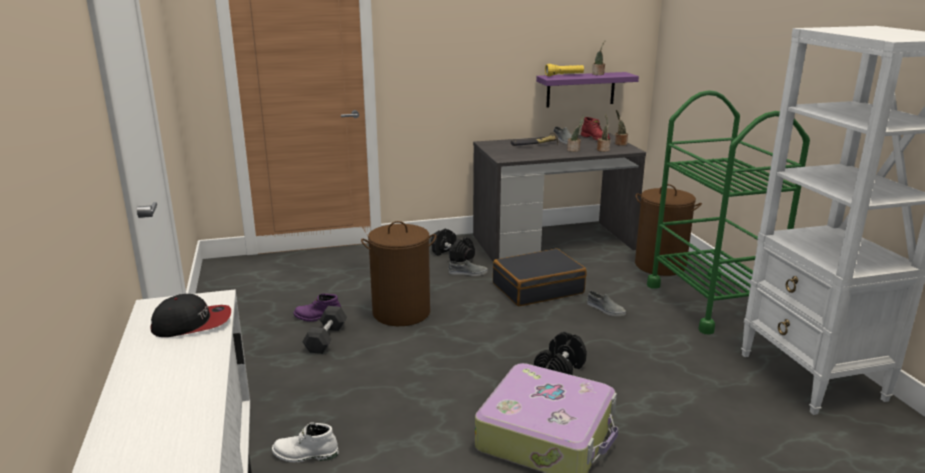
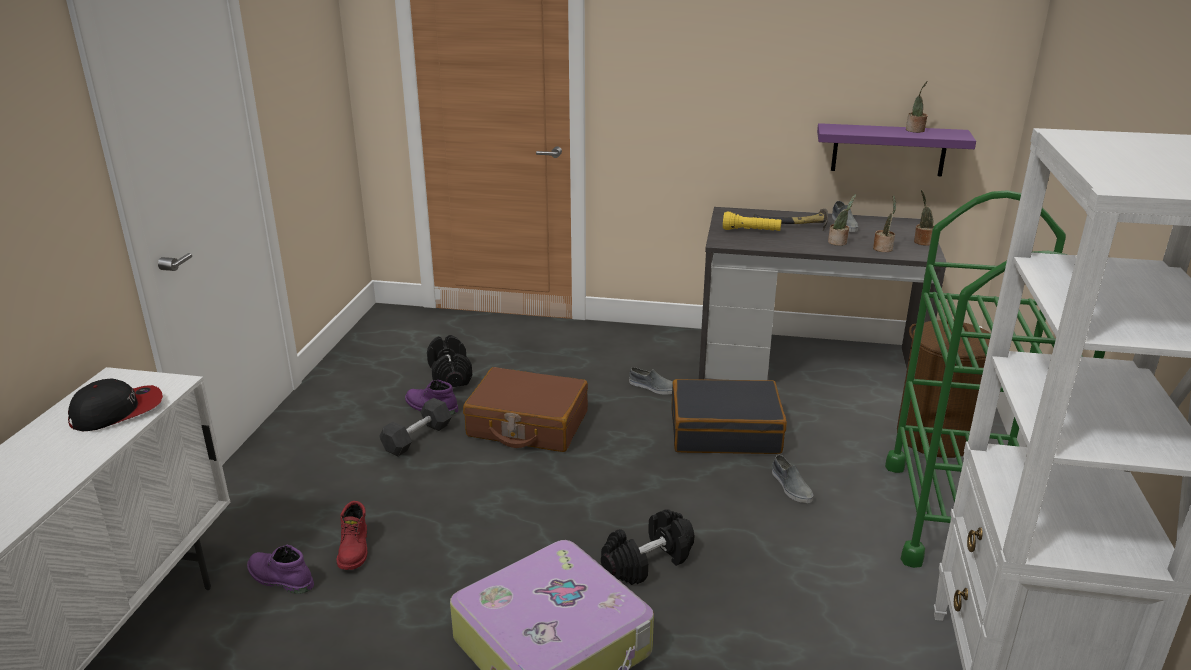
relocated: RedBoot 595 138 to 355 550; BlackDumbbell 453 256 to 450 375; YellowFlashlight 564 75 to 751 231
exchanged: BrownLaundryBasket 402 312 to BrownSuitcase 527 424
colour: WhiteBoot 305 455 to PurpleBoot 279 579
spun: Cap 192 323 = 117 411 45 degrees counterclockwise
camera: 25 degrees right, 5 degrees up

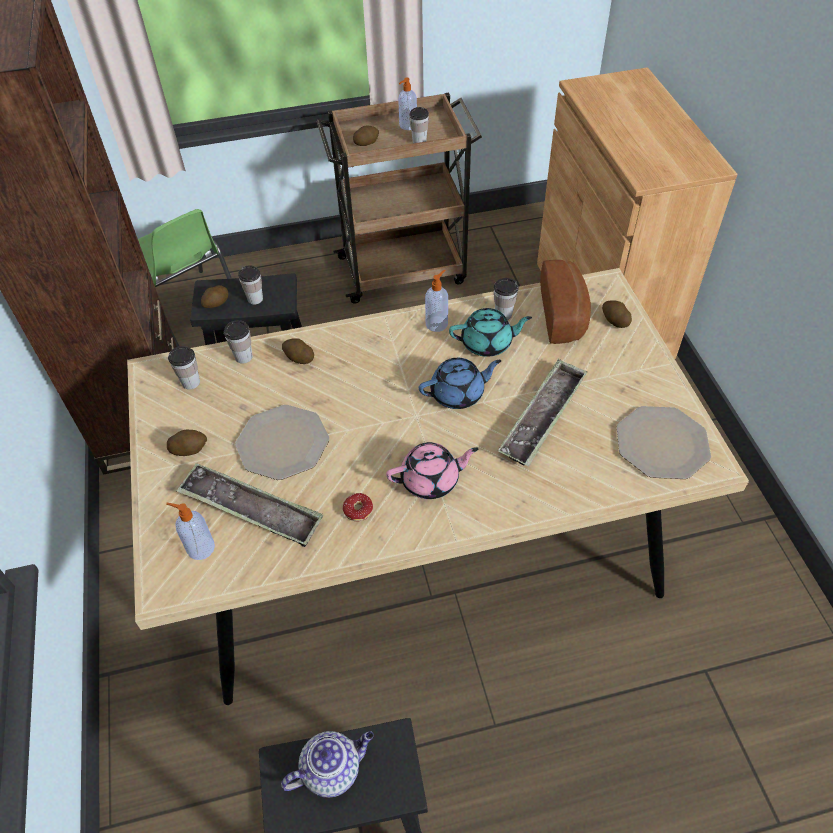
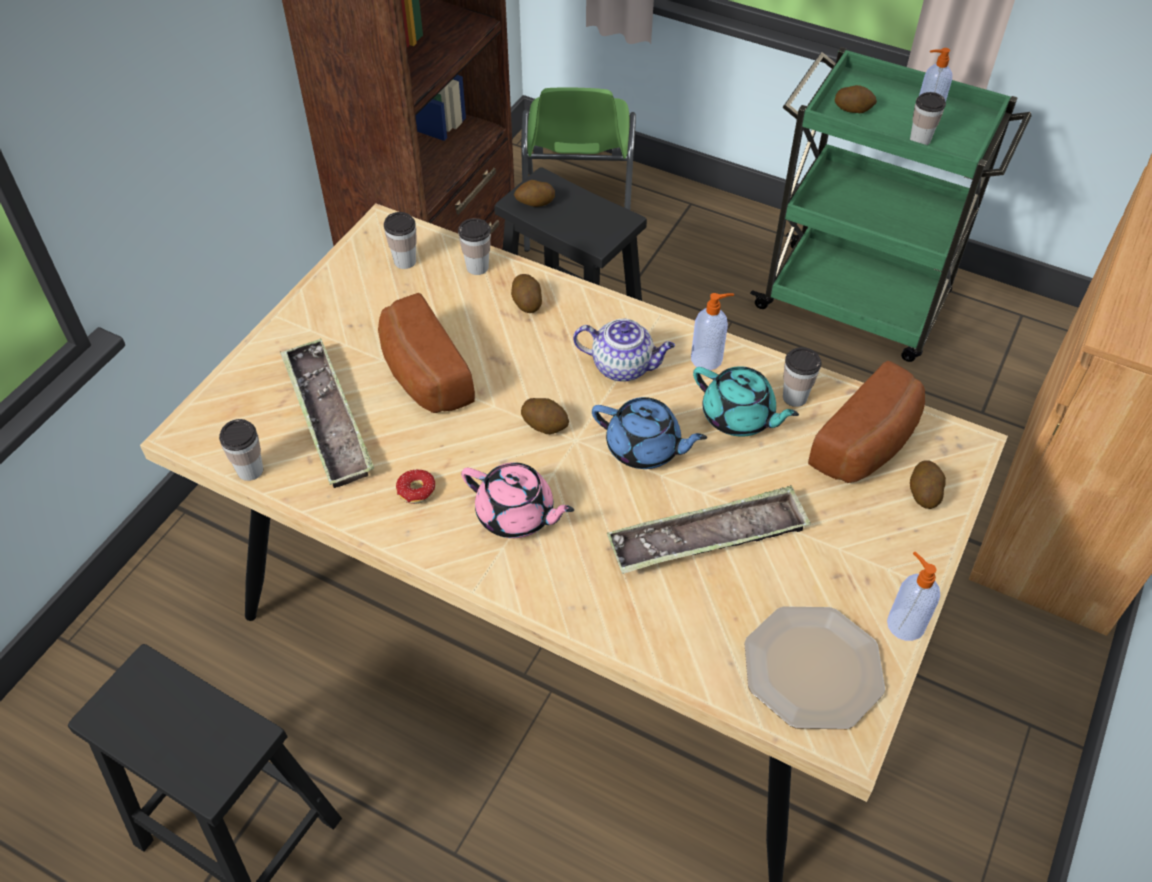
relocated: Cup 255 299 to 250 470; Potato 189 449 to 545 424; Teapot 332 769 to 623 366; SoapDispenser 200 548 to 904 623
exchanged: Plate 282 442 to Bread 421 375
colour: BrownCart 404 269 to GreenCart 856 303
camera: 40 degrees right, 0 degrees up

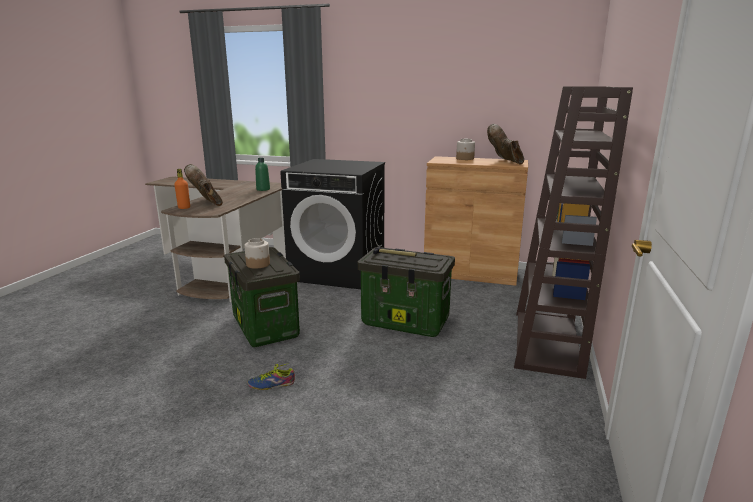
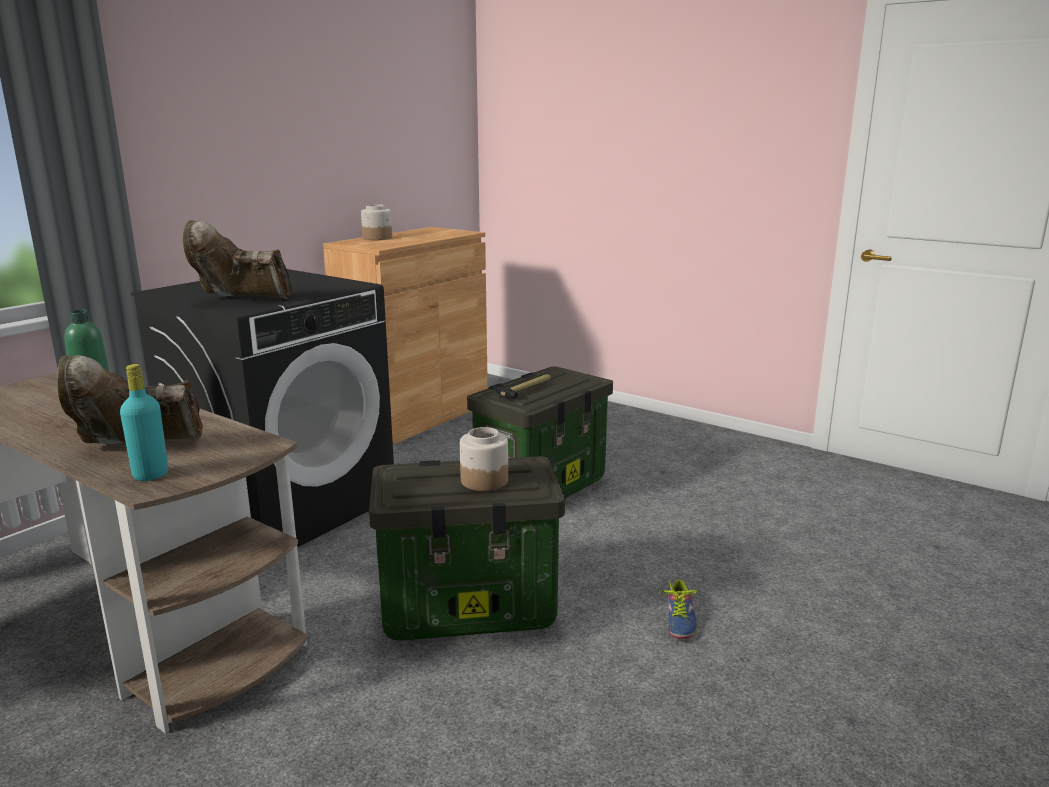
missing: BrownBookcase 548 343
relocated: BrownBoot 505 161 to 241 301
colour: OrangeBottle 184 208 to TurquoiseBottle 151 475
camera: 70 degrees left, 0 degrees up

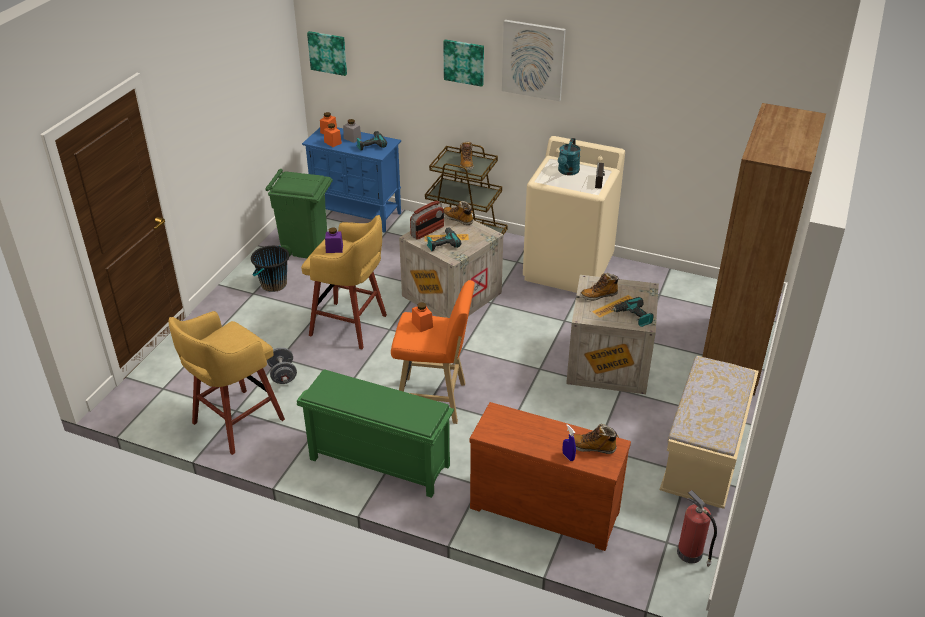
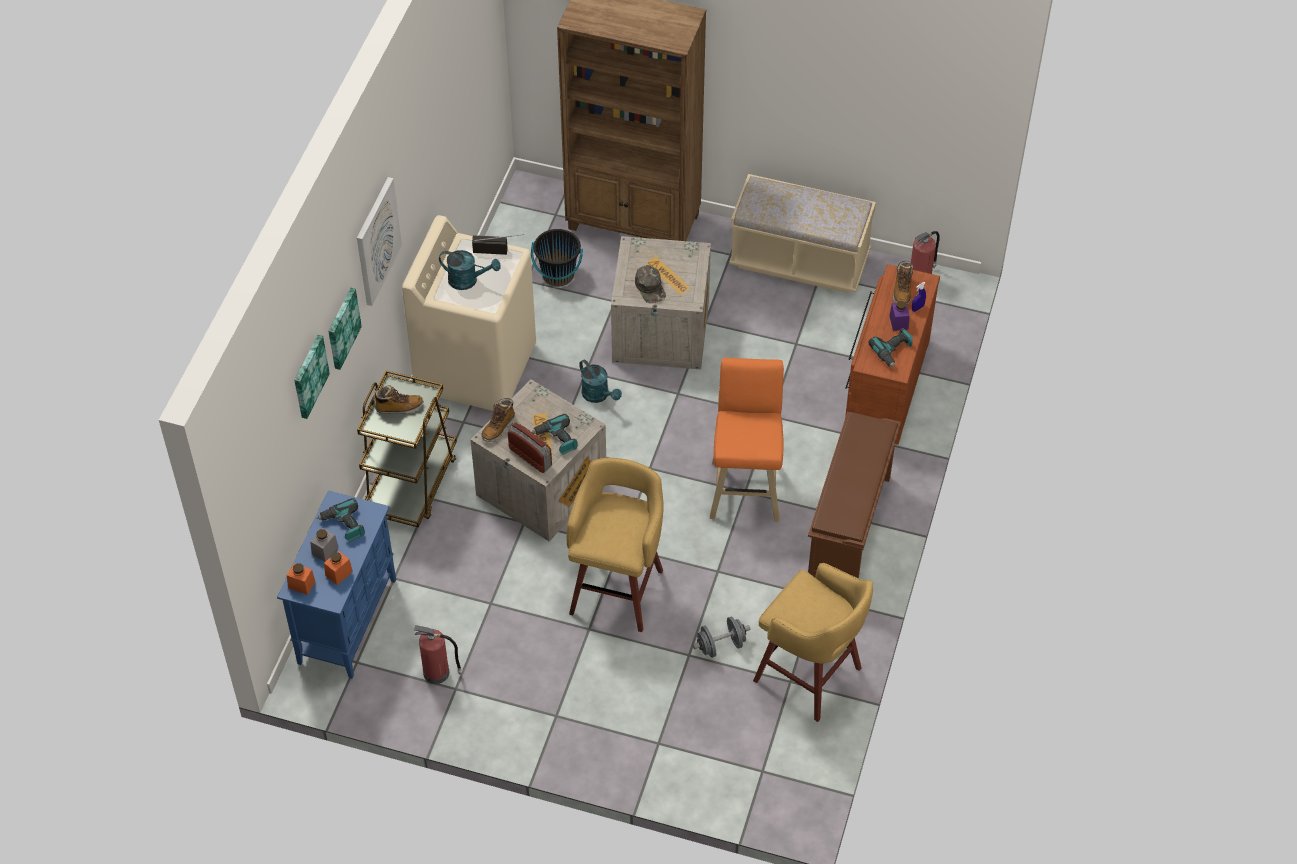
missing: OrangeJar 422 325
appeared: TurquoiseWateringCan 598 395
relocated: Picture 328 52 to 309 376; BlackBucket 273 284 to 558 275; PowerDrill 633 316 to 893 351; PurpleJar 334 249 to 898 322
exchanged: GreenTrashCan 306 247 to FireExtinguisher 438 673; Boot 599 295 to GreenCap 650 287
colour: GreenShoeRack 378 462 to BrownShoeRack 849 529
camera: 95 degrees left, 15 degrees up

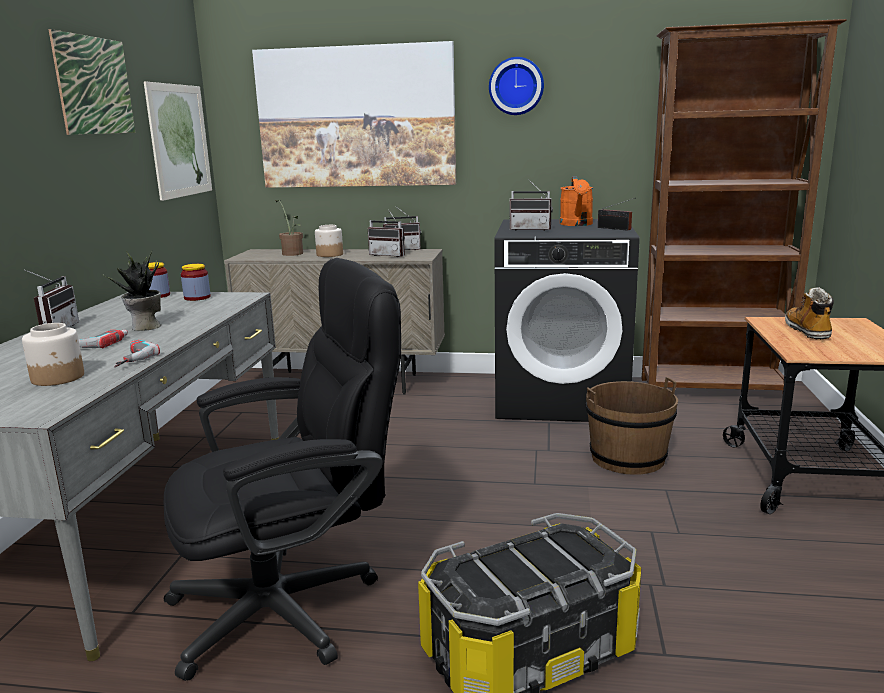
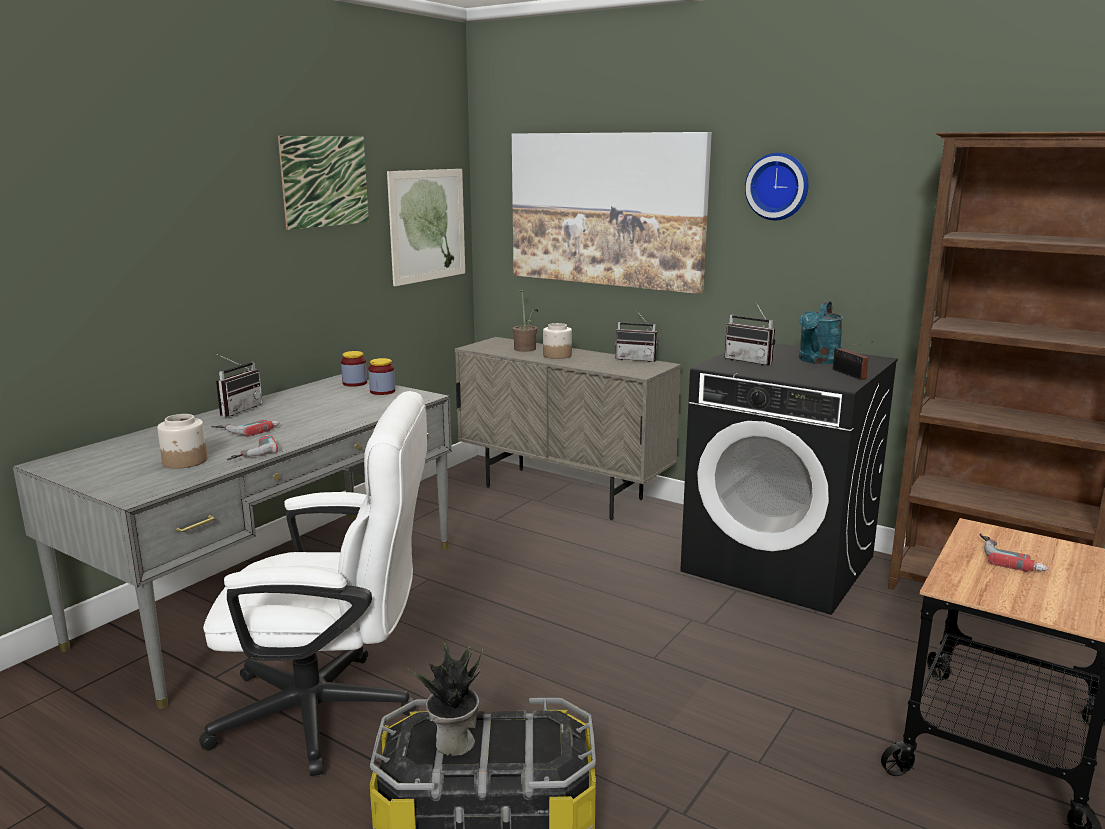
missing: Radio 389 255; BrownBucket 627 458
relocated: PottedPlant 145 327 to 453 743
exchanged: Boot 807 331 to PowerDrill 1011 557
colour: BlackOfficeChair 294 605 to WhiteOfficeChair 332 712; OrangeWateringCan 577 224 to TurquoiseWateringCan 817 361
camera: 25 degrees right, 0 degrees up

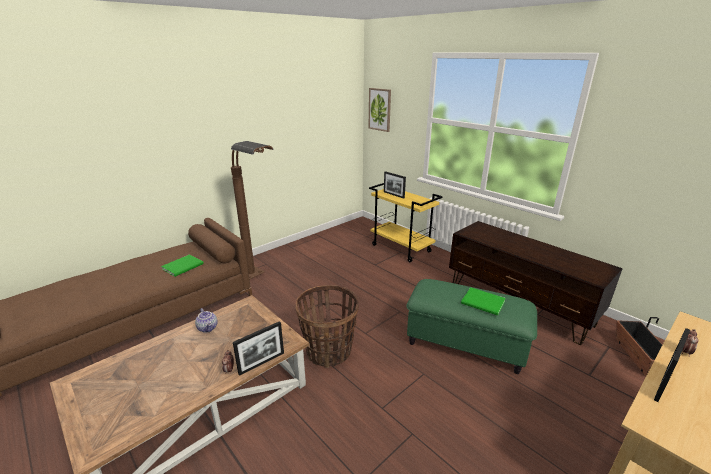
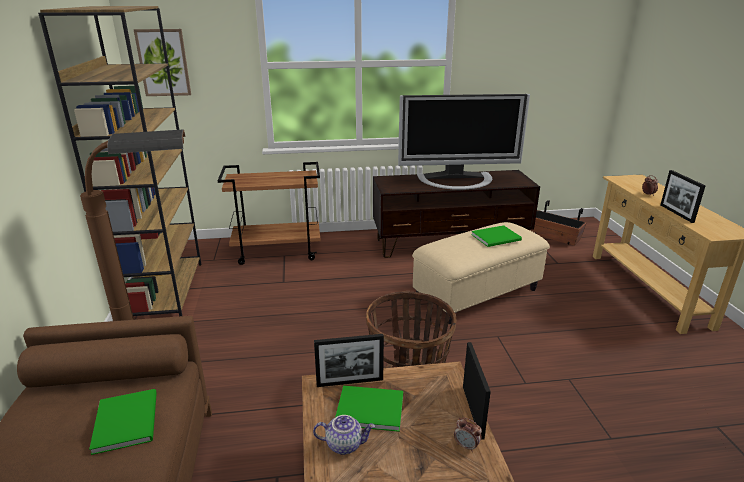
appeared: BrownBookcase 163 291; GreenBook 368 408; Television 457 180
relocated: PictureFrame 393 195 to 350 382
colour: YellowCart 401 248 to BrownCart 278 252; GreenOttoman 464 344 to BeigeOttoman 477 295
camera: 55 degrees left, 0 degrees up

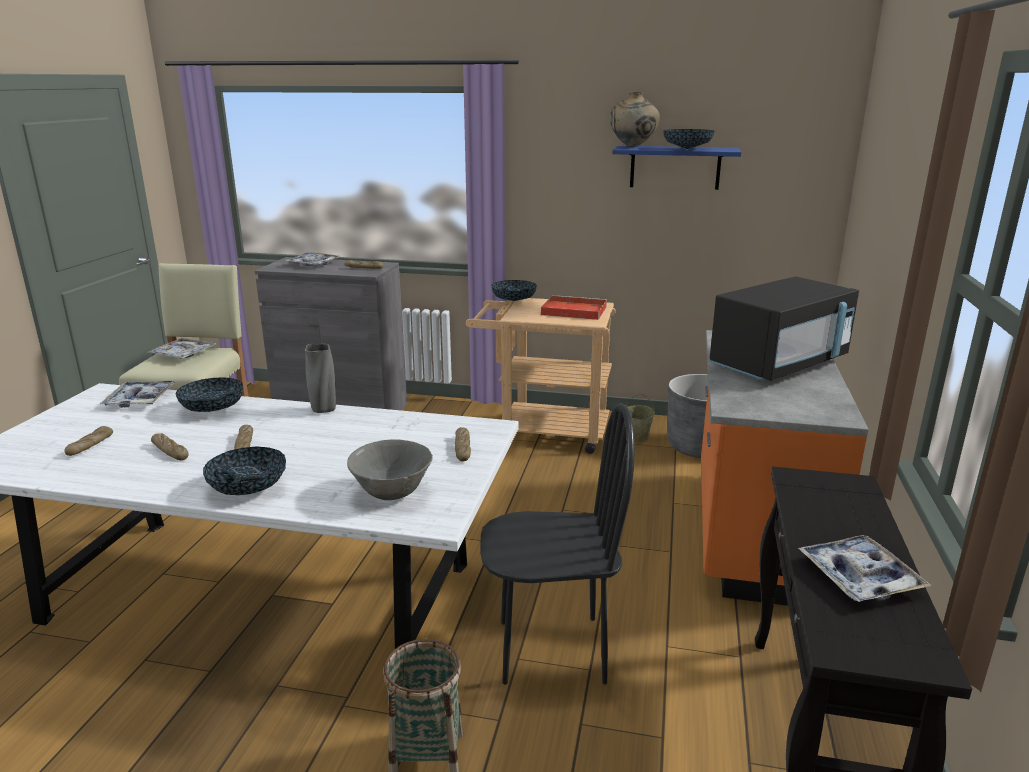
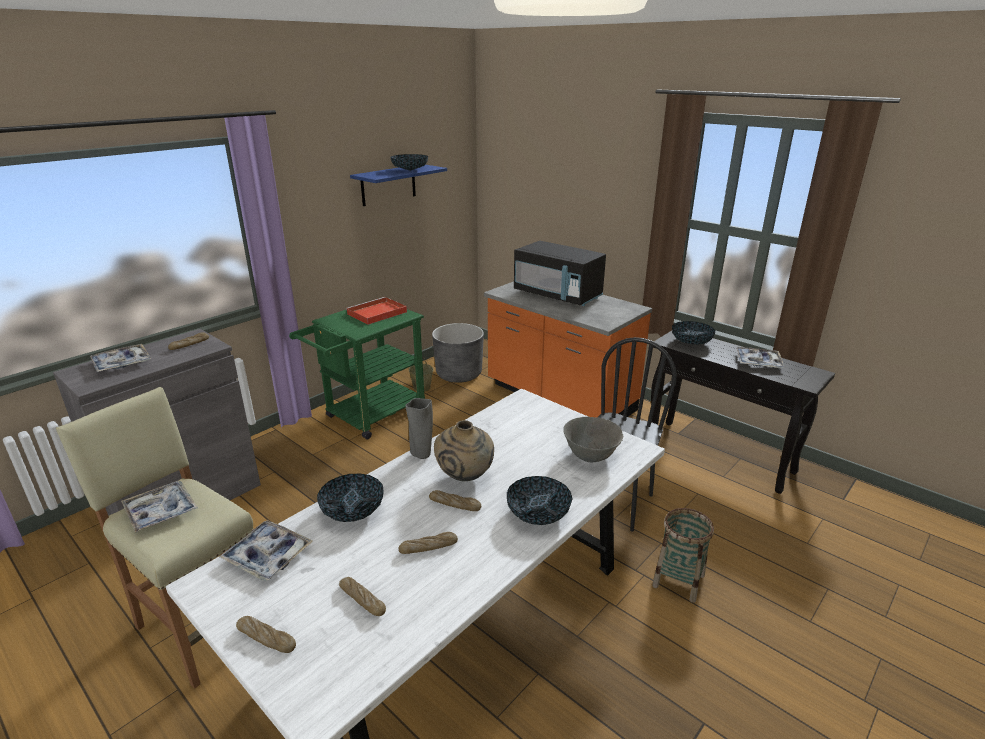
relocated: Bread 462 448 to 266 638; BeigeVase 633 147 to 465 477; Bowl 514 301 to 691 342
colour: BeigeCart 543 431 to GreenCart 369 417
spun: BlackMicrowave 779 364 = 557 295 135 degrees clockwise
camera: 60 degrees left, 5 degrees up

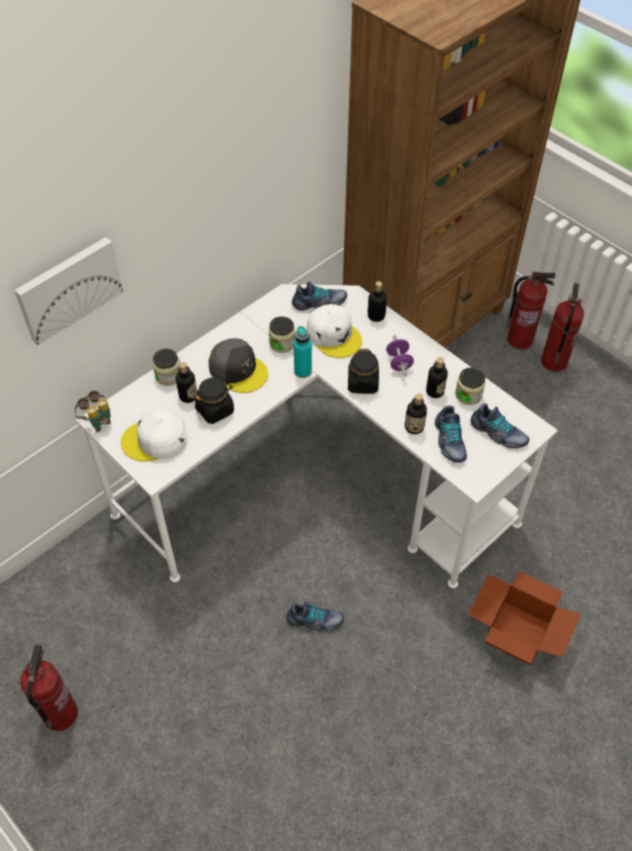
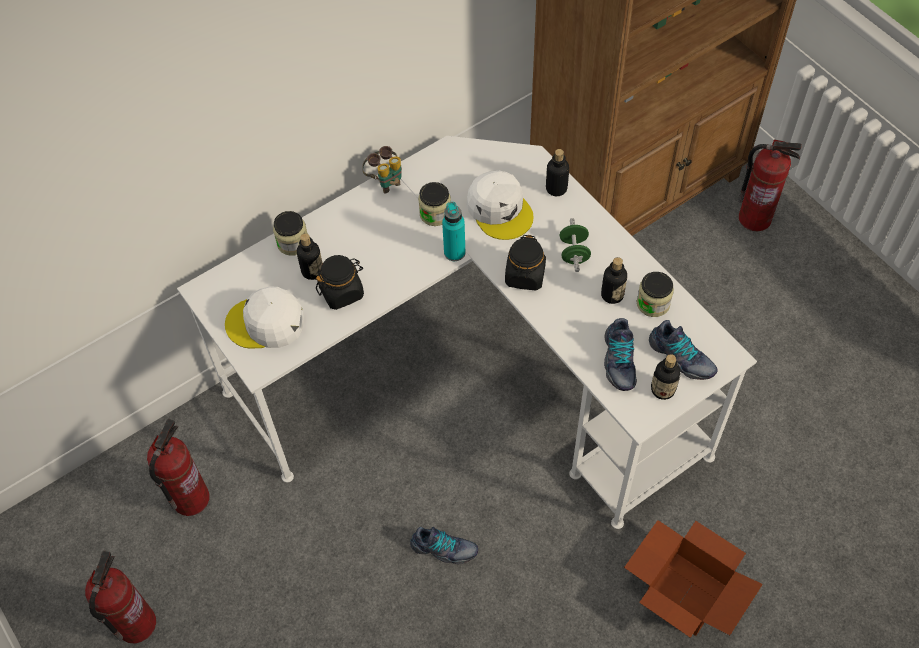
missing: Picture 68 288; GreyCap 238 370; Shoe 319 303
relocated: FireExtinguisher 553 361 to 190 498; Binoculars 97 421 to 385 181; Bottle 414 427 to 662 390
colour: PurpleDumbbell 399 362 to GreenDumbbell 574 253
camera: 10 degrees right, 5 degrees up

